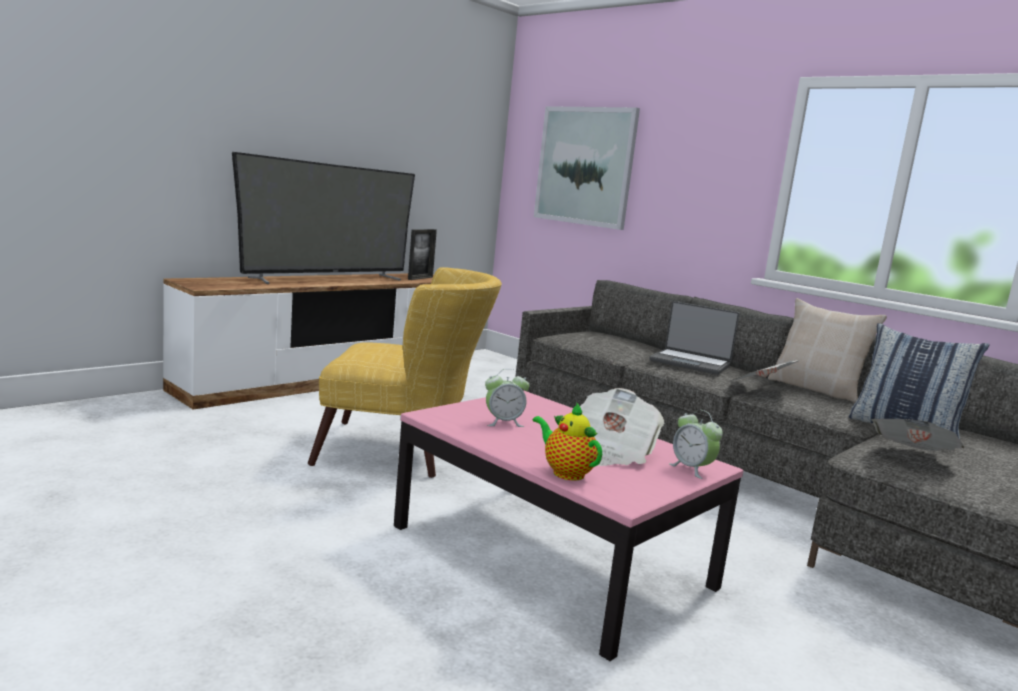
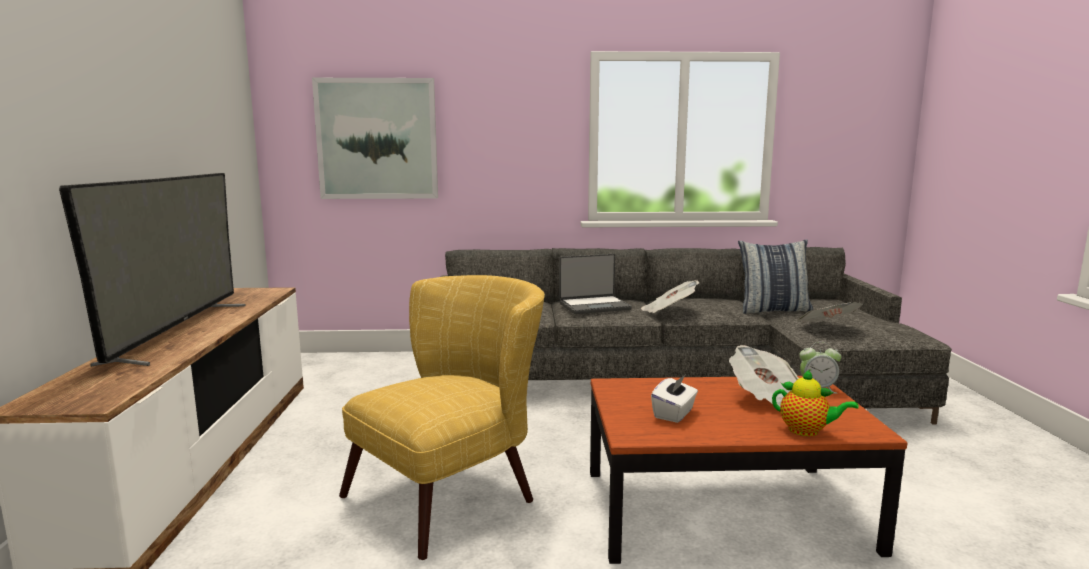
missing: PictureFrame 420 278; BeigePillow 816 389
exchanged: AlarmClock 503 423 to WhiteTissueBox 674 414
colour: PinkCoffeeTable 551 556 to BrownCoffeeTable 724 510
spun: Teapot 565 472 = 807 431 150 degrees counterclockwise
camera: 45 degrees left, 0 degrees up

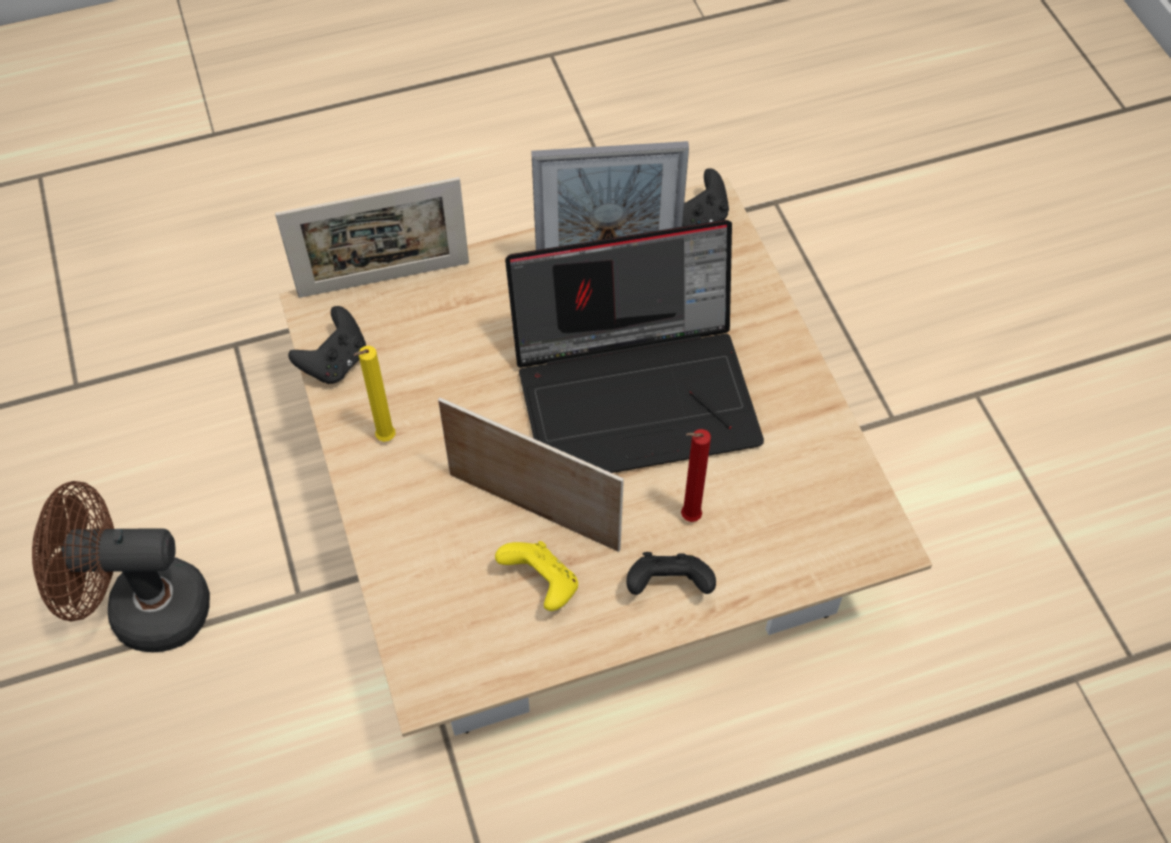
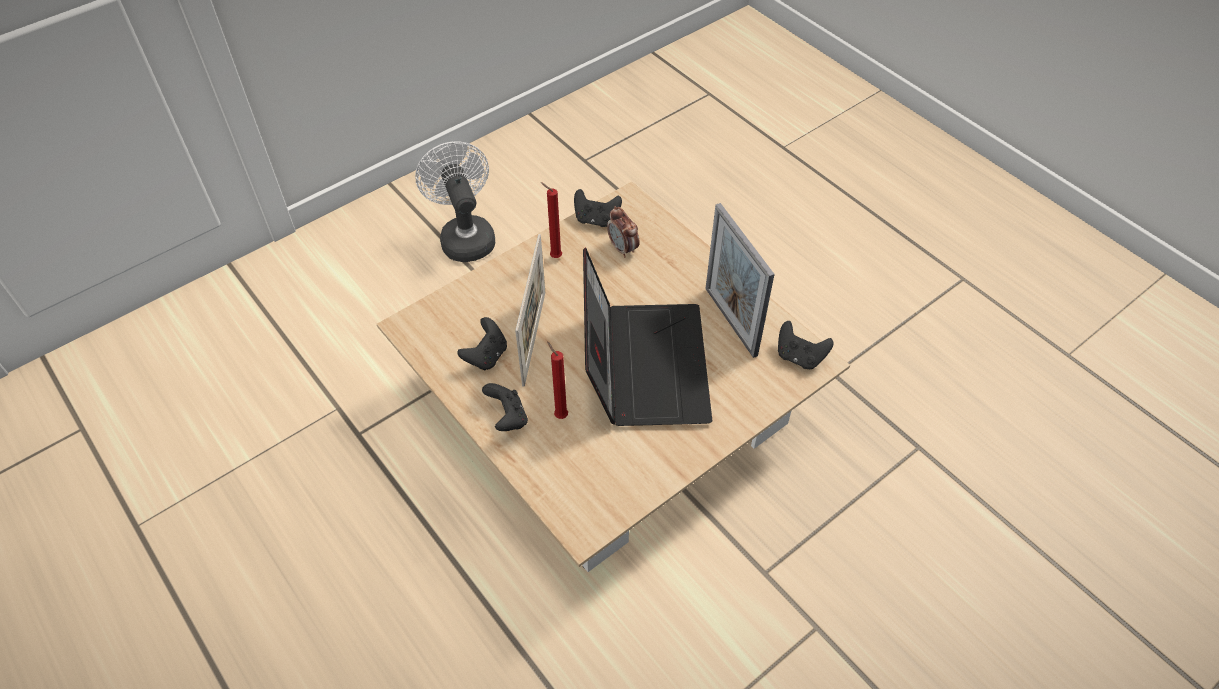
missing: PictureFrame 384 279
appeared: AlarmClock 623 249
colour: BrownFan 143 609 to WhiteFan 465 236; YellowGameController 542 585 to BlackGameController 486 356; YellowCandle 384 440 to RedCandle 554 256
spun: Laptop 638 391 = 643 363 150 degrees counterclockwise
camera: 70 degrees right, 5 degrees down

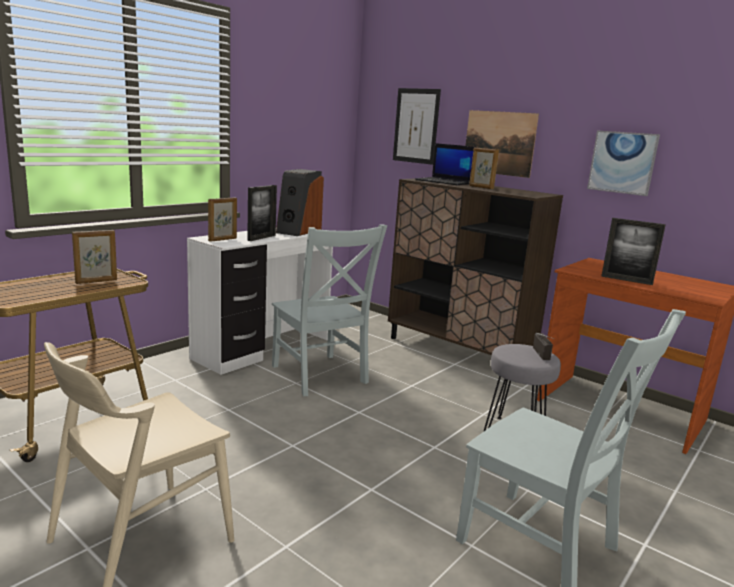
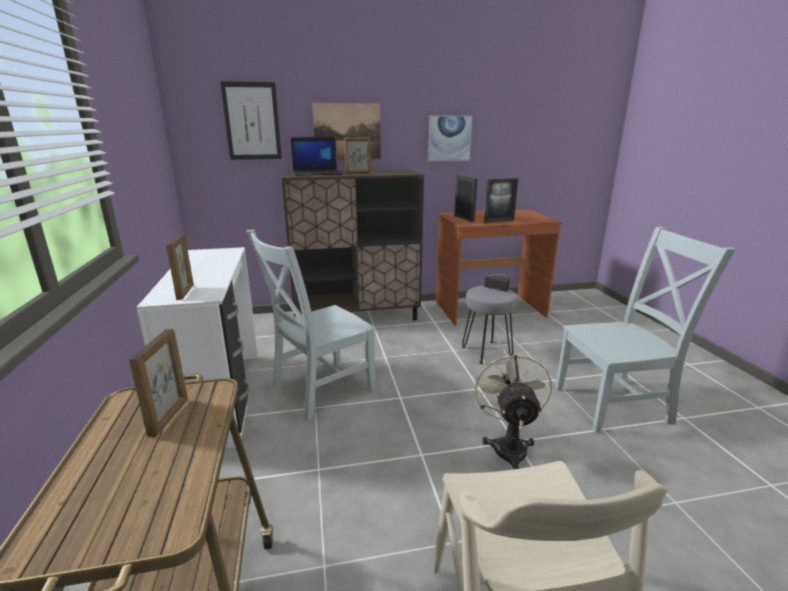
missing: Speaker 298 231
appeared: BeigeFan 508 446
relocated: PictureFrame 261 238 to 464 218
spun: GreyChair 320 376 = 319 390 135 degrees clockwise
camera: 50 degrees left, 5 degrees up

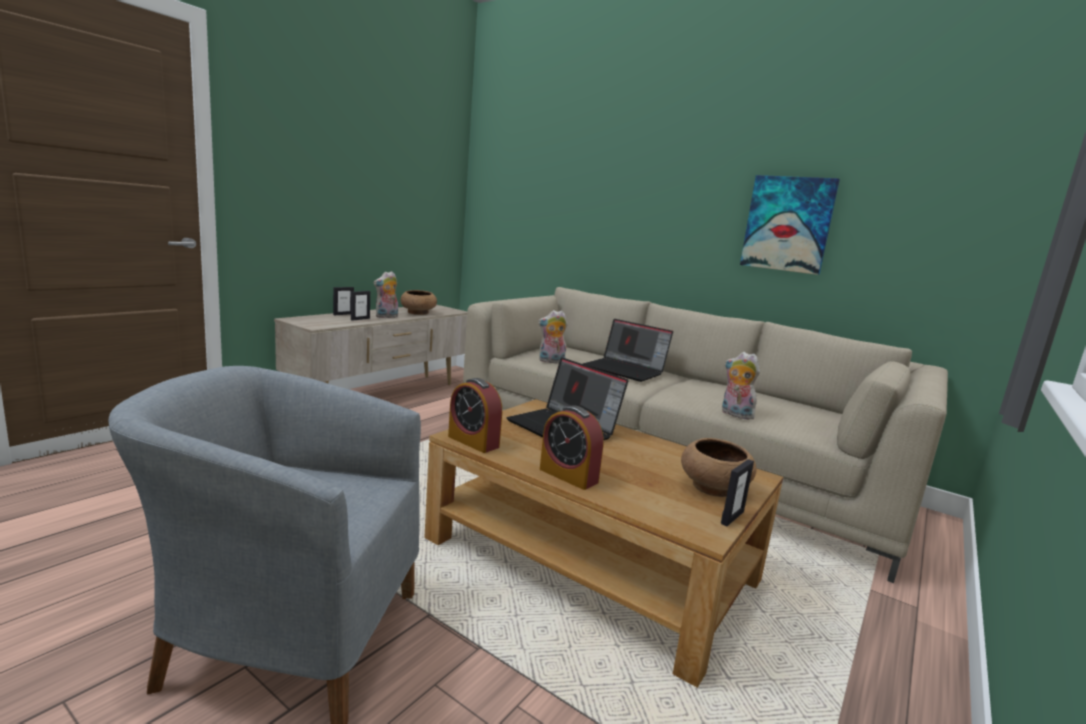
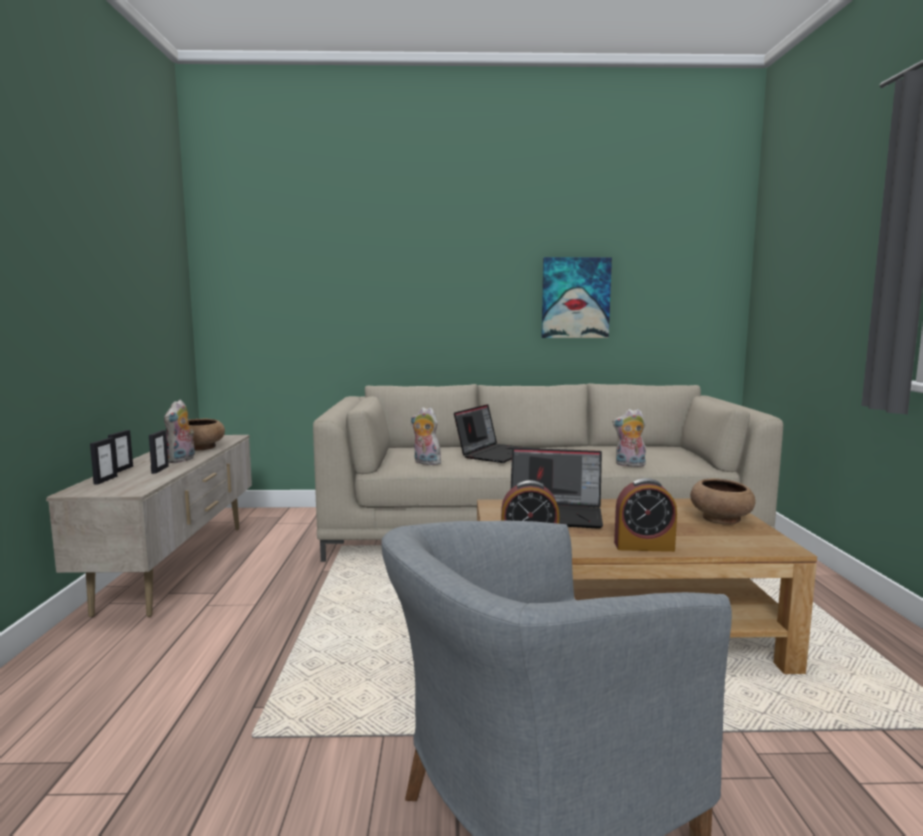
relocated: PictureFrame 732 517 to 105 480
spun: PlushToy 551 361 = 425 463 75 degrees clockwise; Laptop 625 370 = 494 453 60 degrees counterclockwise
camera: 35 degrees left, 5 degrees down

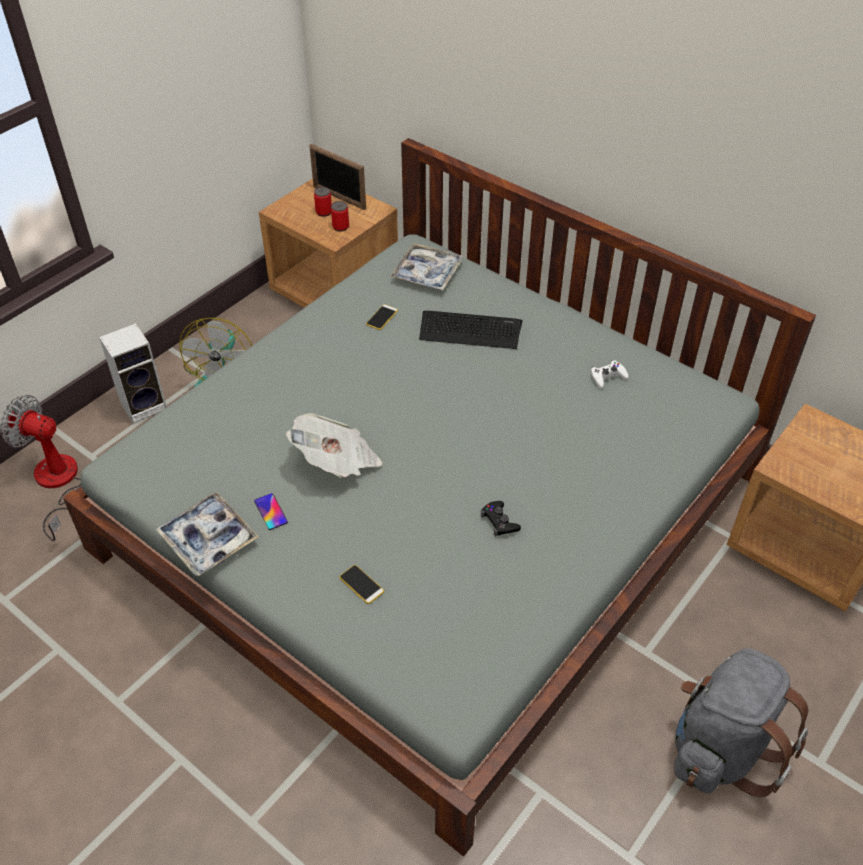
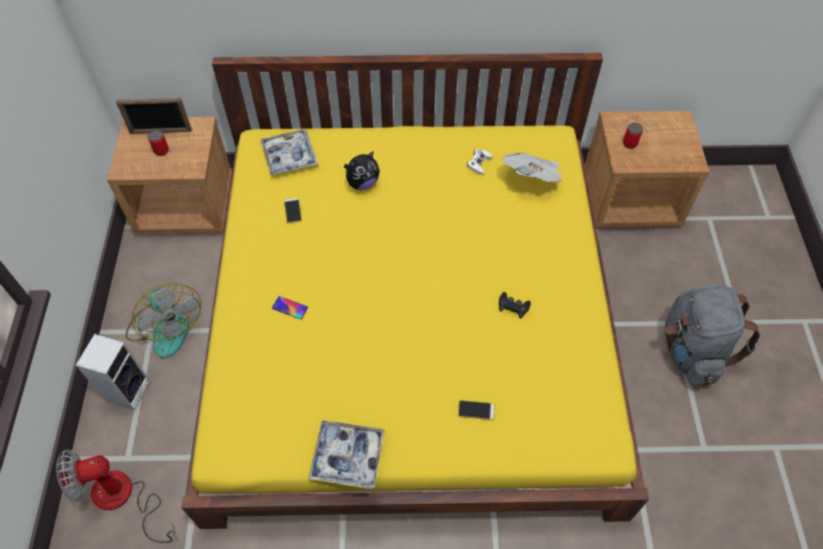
relocated: Phone 271 511 to 290 308; Newspaper 337 462 to 533 177; Can 340 227 to 629 143
exchanged: Keyboard 470 330 to PlushToy 362 183
colour: GreyBed 431 510 to YellowBed 411 324
camera: 40 degrees left, 10 degrees up

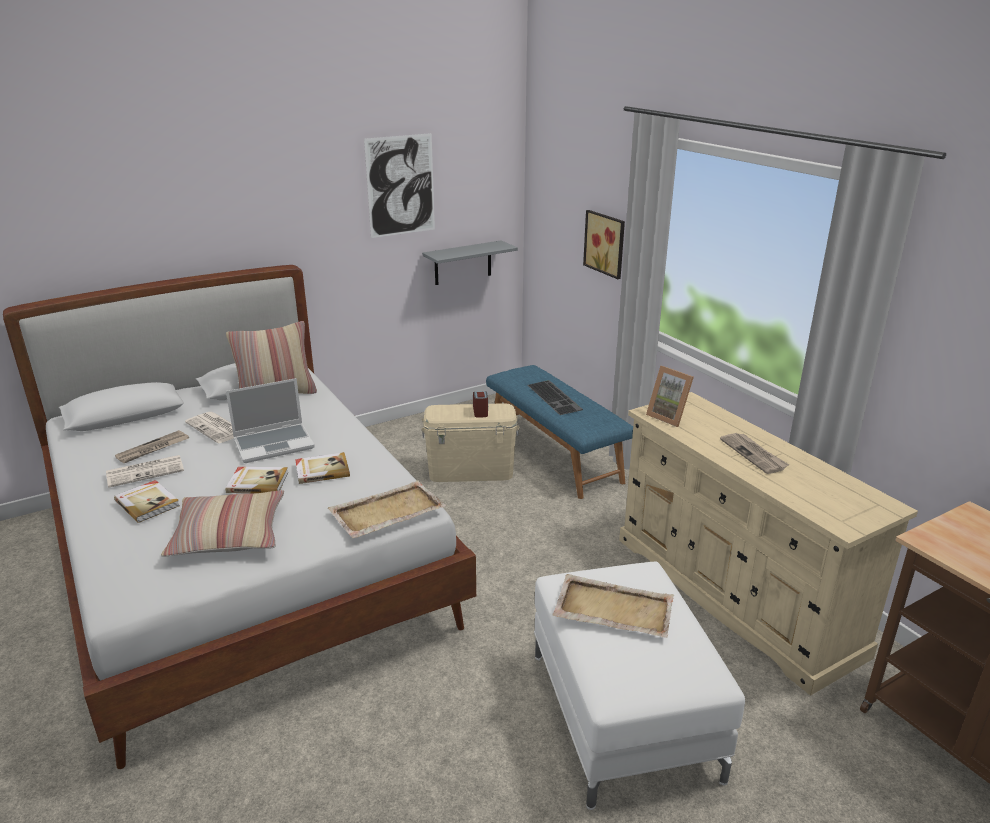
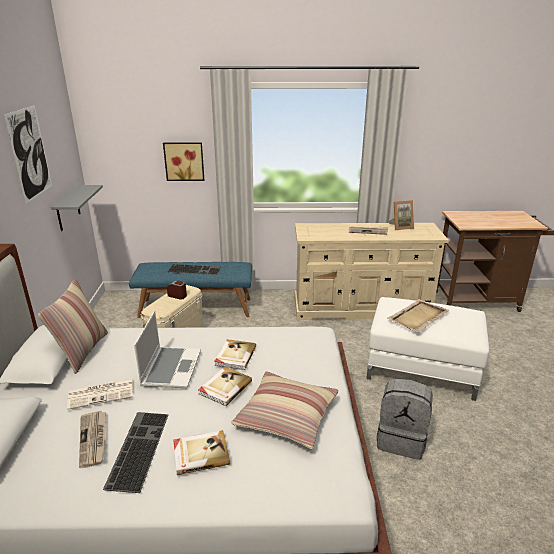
missing: BeigeTray 386 512
appeared: GreyBackpack 401 439
relocated: PictureFrame 669 416 to 400 227
exchanged: Newspaper 146 471 to Keyboard 137 448
camera: 60 degrees left, 0 degrees up

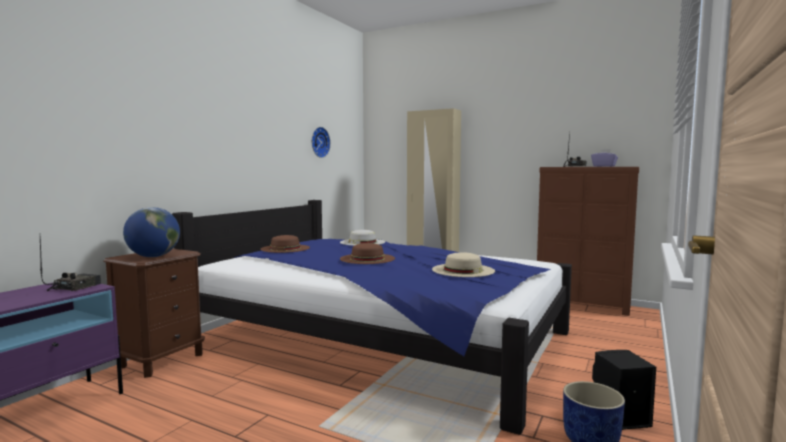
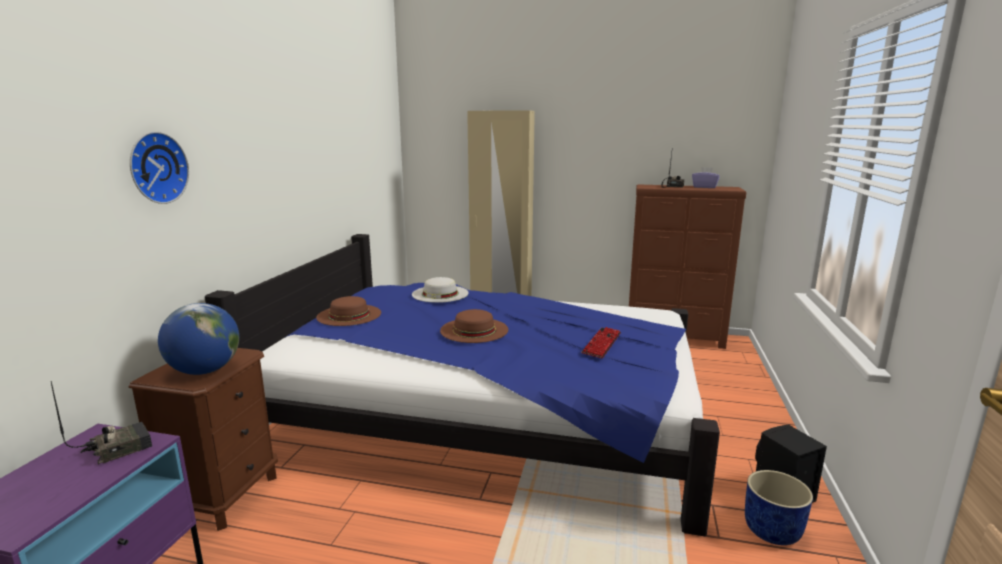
relocated: WallClock 319 142 to 156 168
exchanged: BeigeHat 463 270 to Keyboard 602 343
spun: Radio 74 287 = 119 448 45 degrees clockwise
camera: 15 degrees left, 10 degrees up

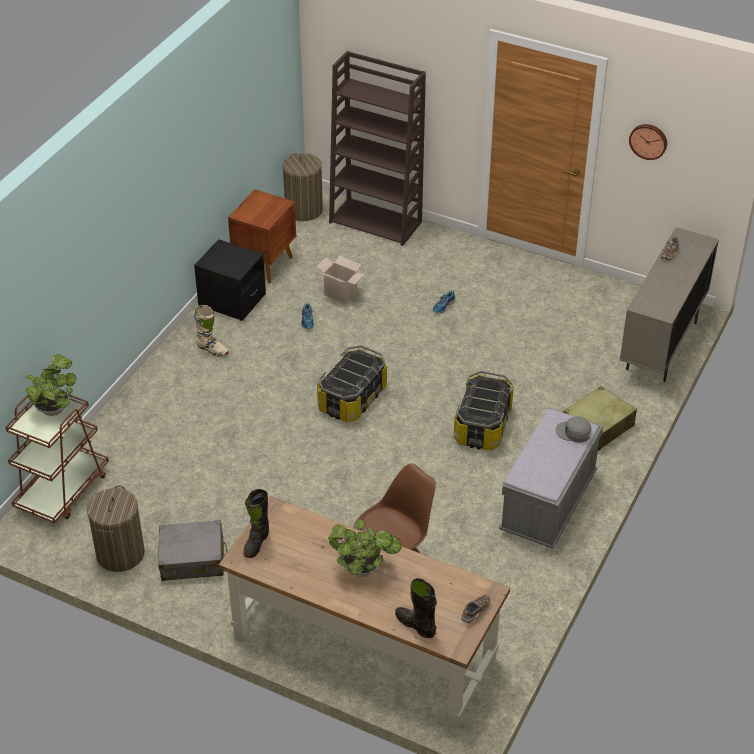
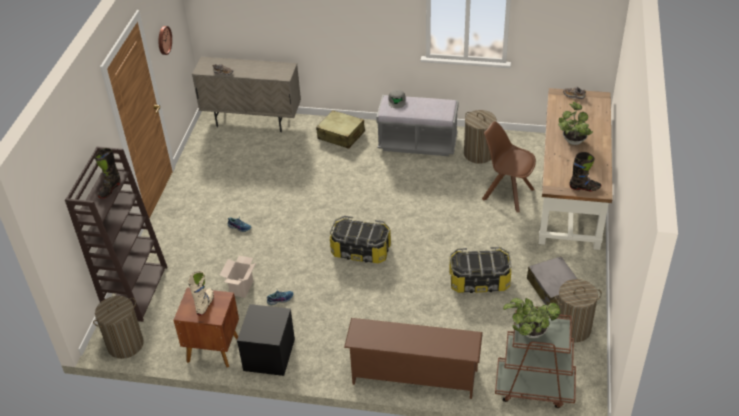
appeared: BrownShoeRack 413 378; LaundryBasket 478 154
relocated: BlackBoot 415 625 to 109 189; BeigeBoot 212 350 to 205 304; StorageBox 483 426 to 479 281
camera: 105 degrees left, 0 degrees up

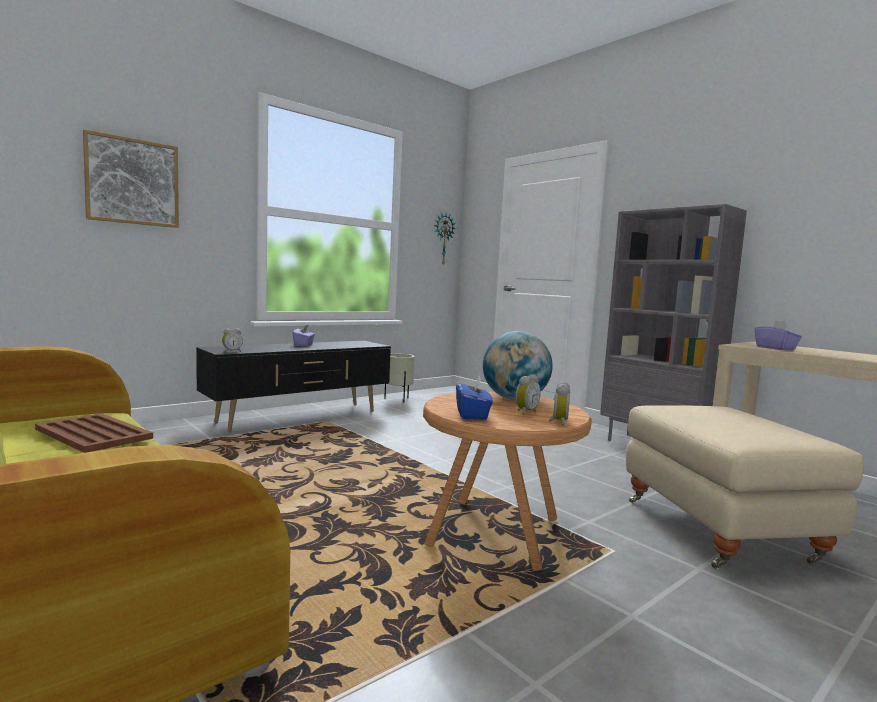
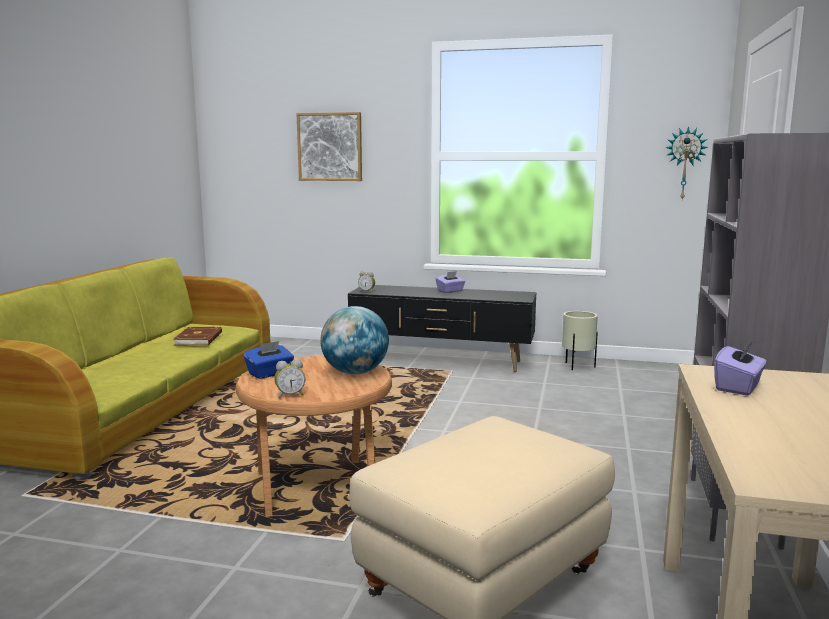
missing: AlarmClock 525 412
exchanged: BrownTray 93 433 to BrownBook 199 339
camera: 55 degrees right, 5 degrees up

